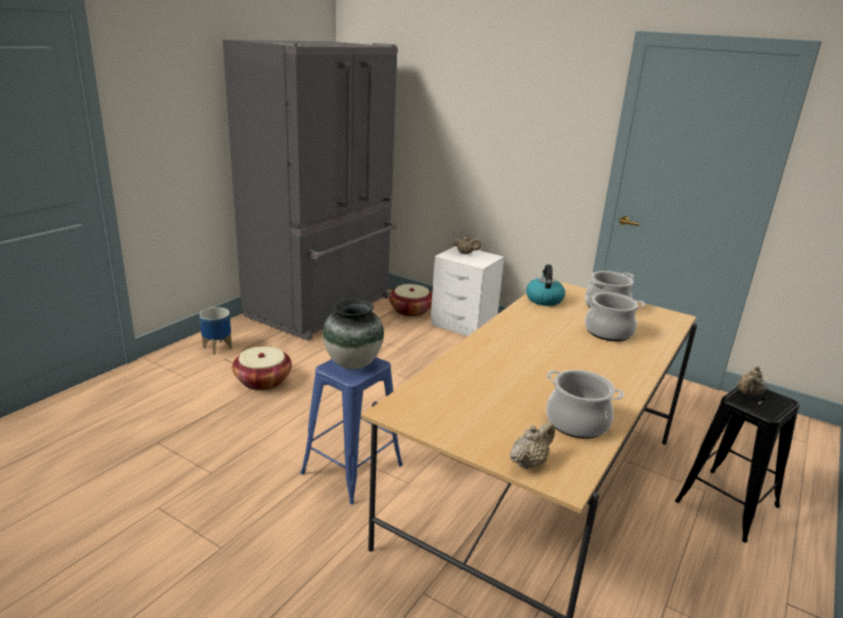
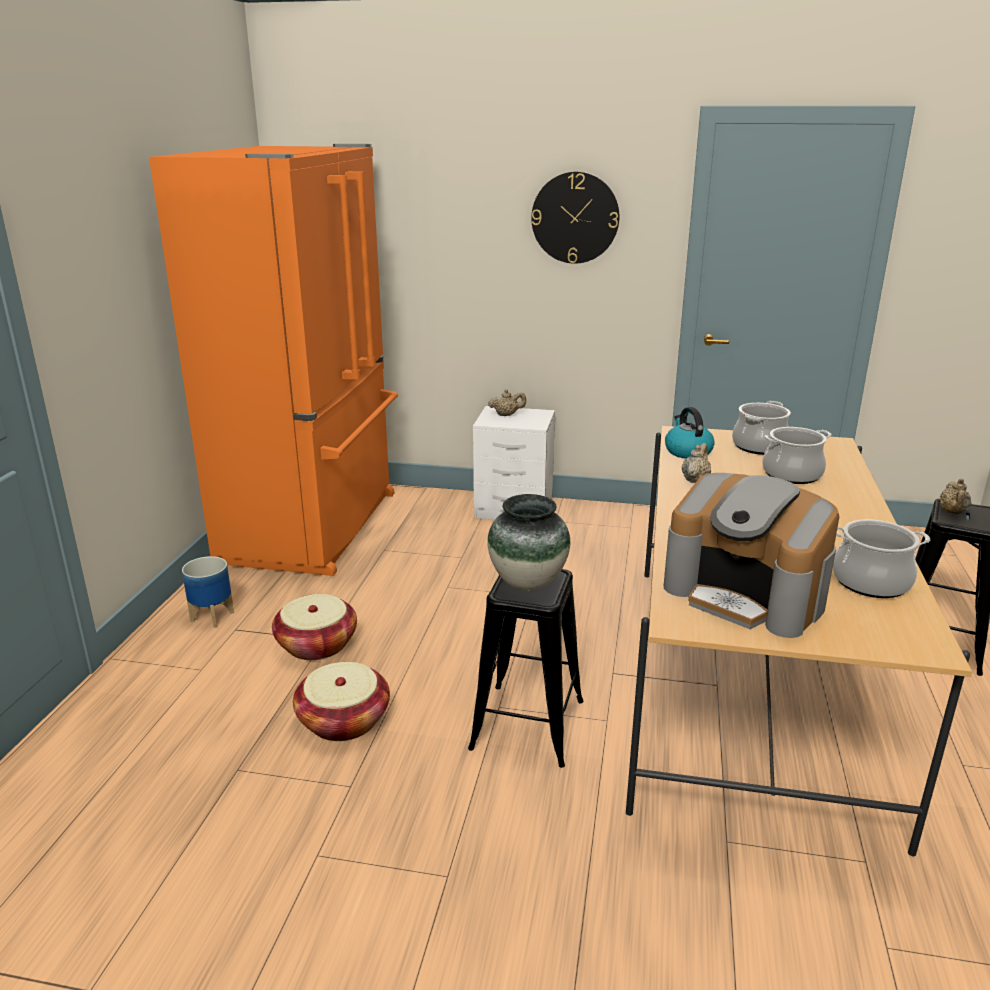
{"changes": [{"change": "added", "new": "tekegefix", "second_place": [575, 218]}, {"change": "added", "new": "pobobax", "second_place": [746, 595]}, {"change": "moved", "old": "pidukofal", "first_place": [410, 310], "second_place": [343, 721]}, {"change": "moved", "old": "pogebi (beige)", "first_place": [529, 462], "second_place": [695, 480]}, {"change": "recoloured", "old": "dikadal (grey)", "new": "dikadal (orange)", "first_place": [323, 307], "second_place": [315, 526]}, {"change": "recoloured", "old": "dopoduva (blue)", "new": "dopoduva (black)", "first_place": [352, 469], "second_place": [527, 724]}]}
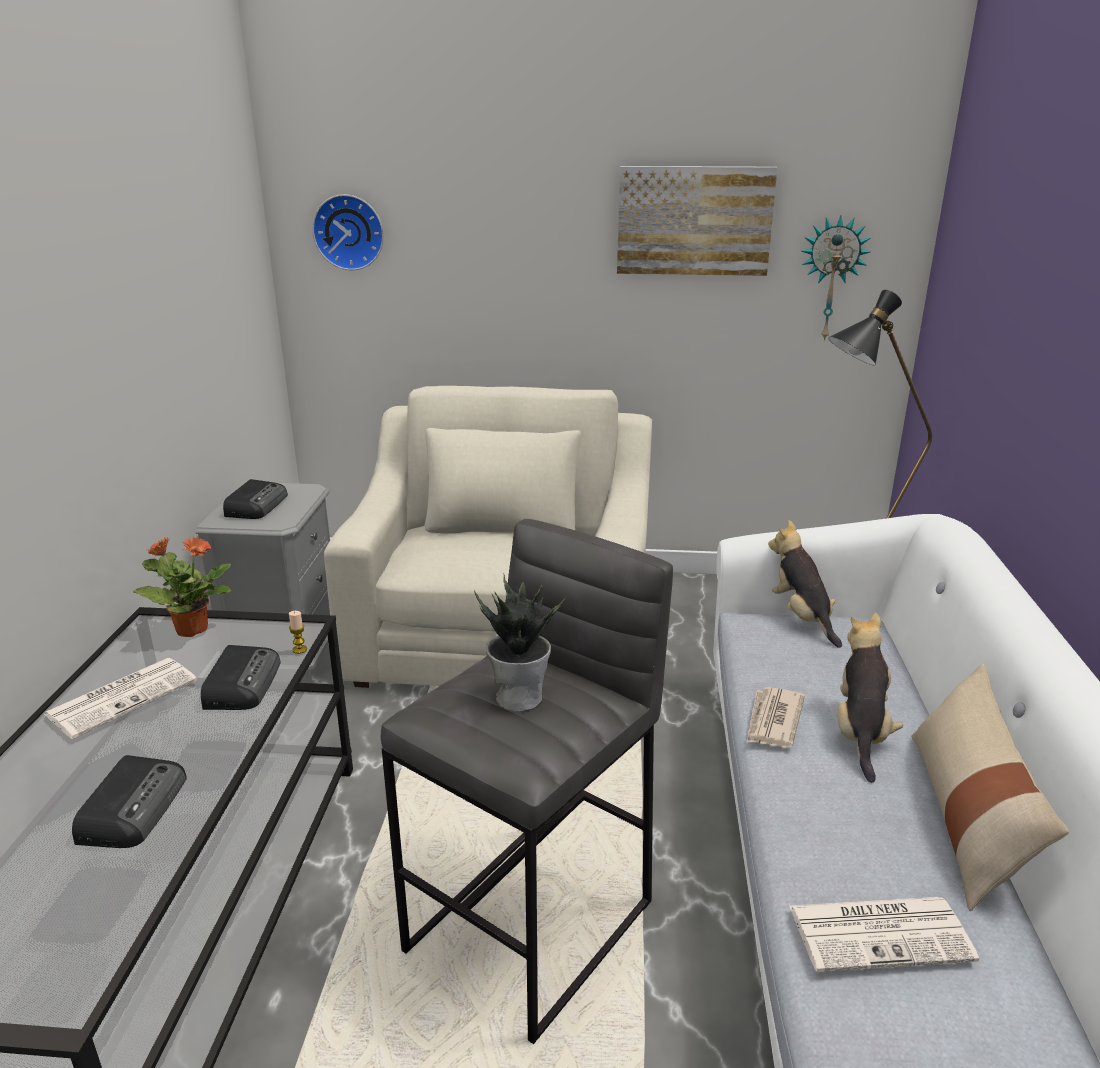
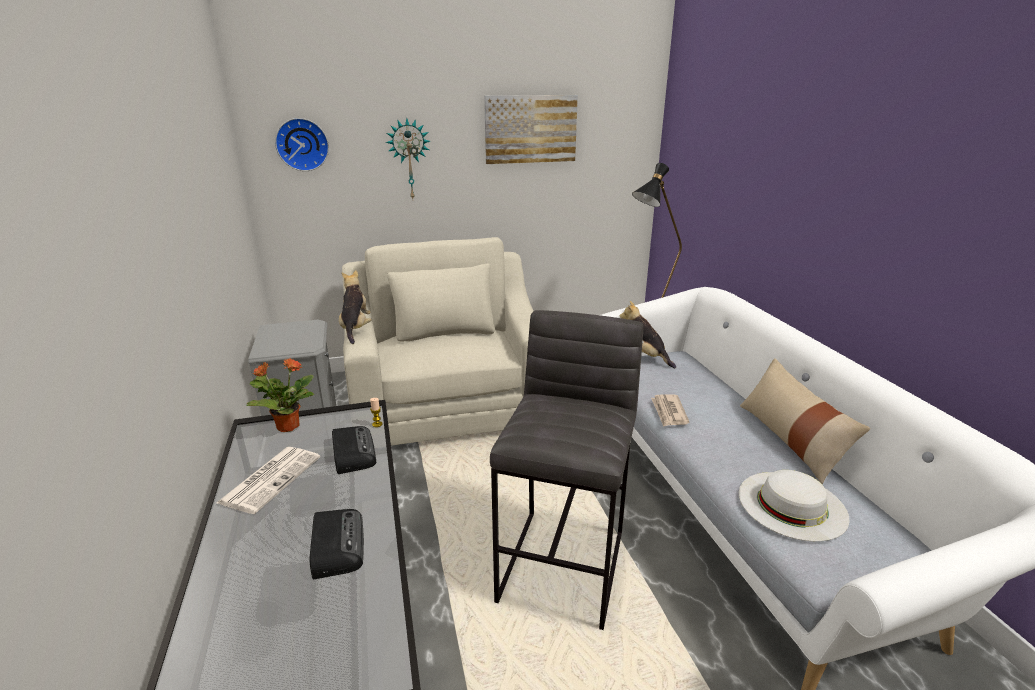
{"changes": [{"change": "removed", "old": "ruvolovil", "first_place": [257, 505]}, {"change": "removed", "old": "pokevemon", "first_place": [519, 696]}, {"change": "moved", "old": "tekegefix", "first_place": [831, 278], "second_place": [409, 159]}, {"change": "moved", "old": "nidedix", "first_place": [860, 732], "second_place": [356, 328]}, {"change": "replaced", "old": "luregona", "new": "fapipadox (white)", "first_place": [881, 932], "second_place": [792, 505]}]}
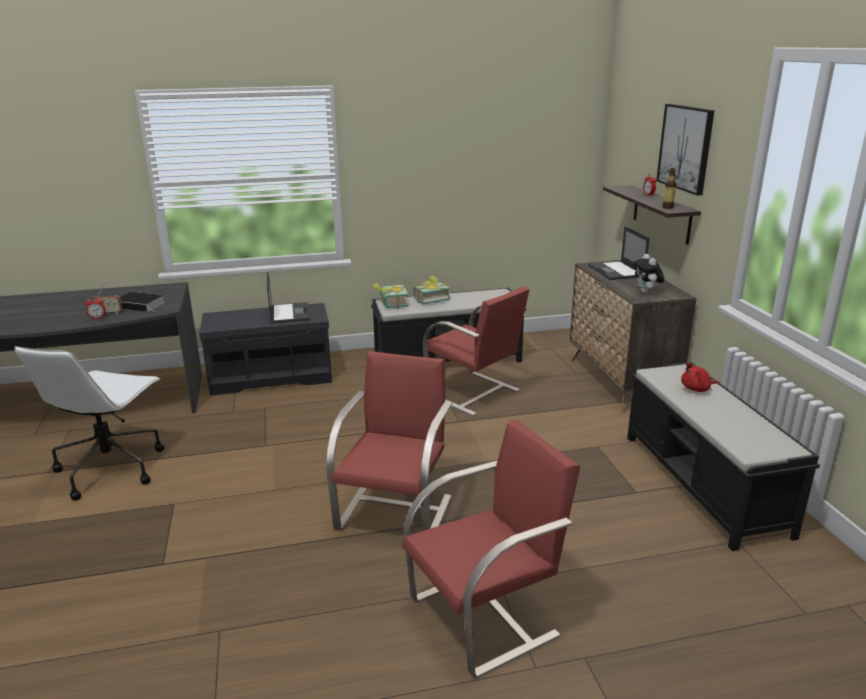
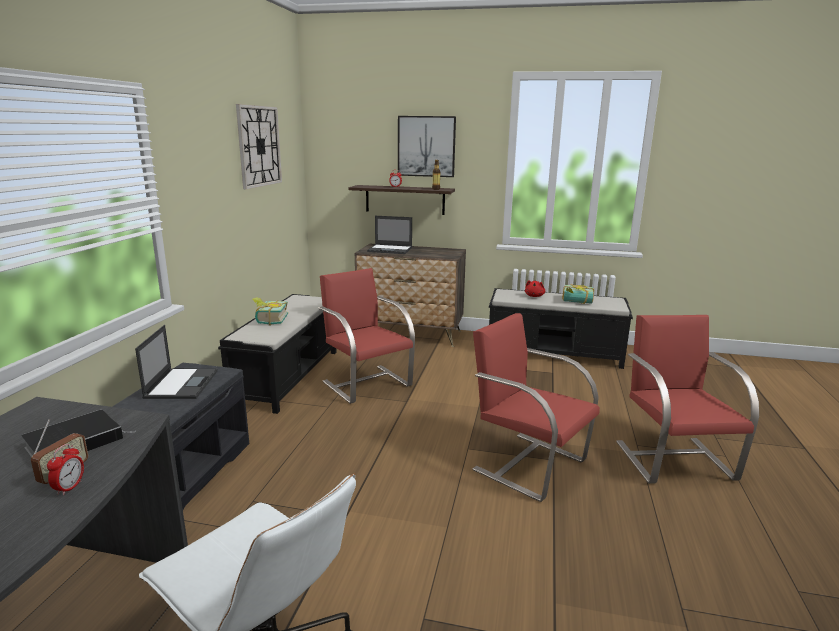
{"changes": [{"change": "removed", "old": "nidedix", "first_place": [646, 292]}, {"change": "added", "new": "tekegefix", "second_place": [259, 146]}, {"change": "moved", "old": "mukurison", "first_place": [390, 304], "second_place": [577, 302]}, {"change": "turned", "old": "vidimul", "first_place": [289, 313], "second_place": [182, 383], "degrees": 75}, {"change": "turned", "old": "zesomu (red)", "first_place": [474, 394], "second_place": [366, 383], "degrees": -105}]}
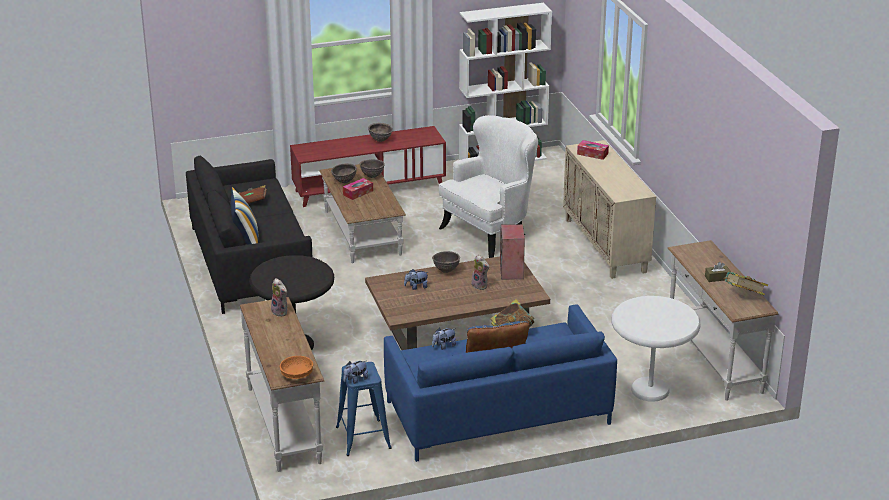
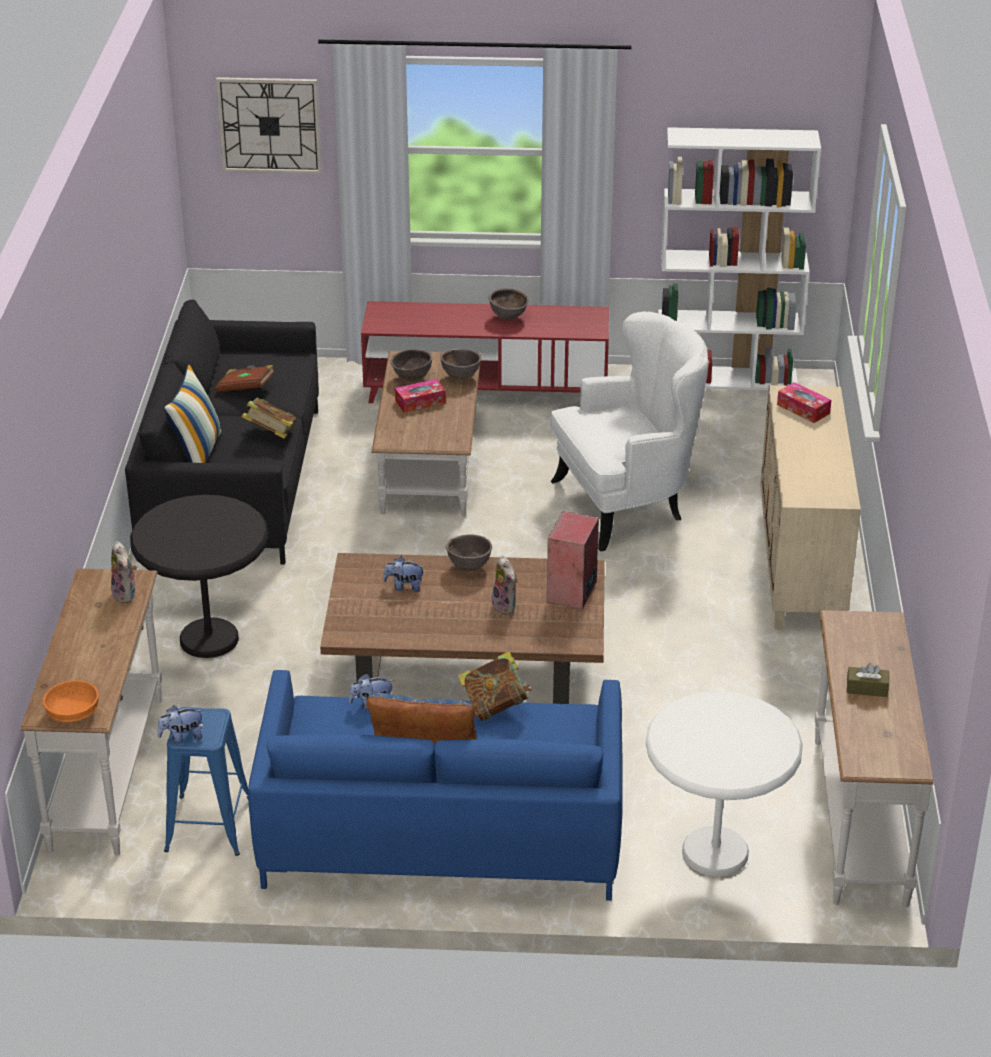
{"changes": [{"change": "added", "new": "tekegefix", "second_place": [269, 125]}, {"change": "moved", "old": "mukurison", "first_place": [743, 296], "second_place": [270, 435]}]}
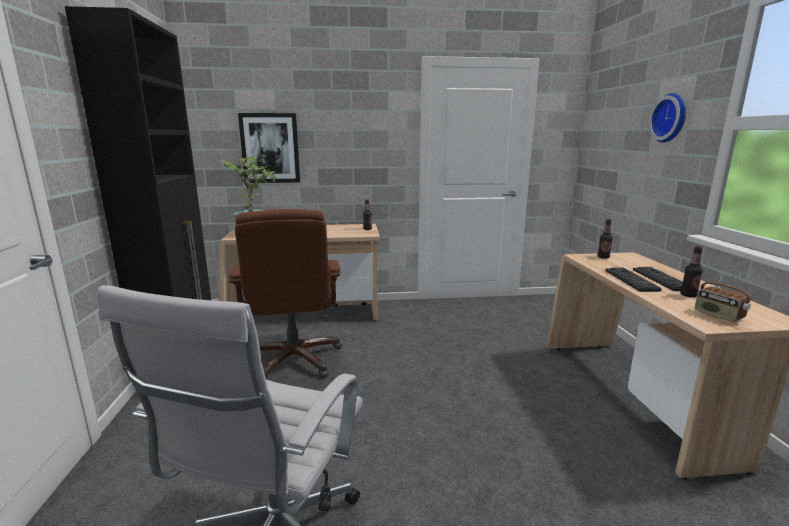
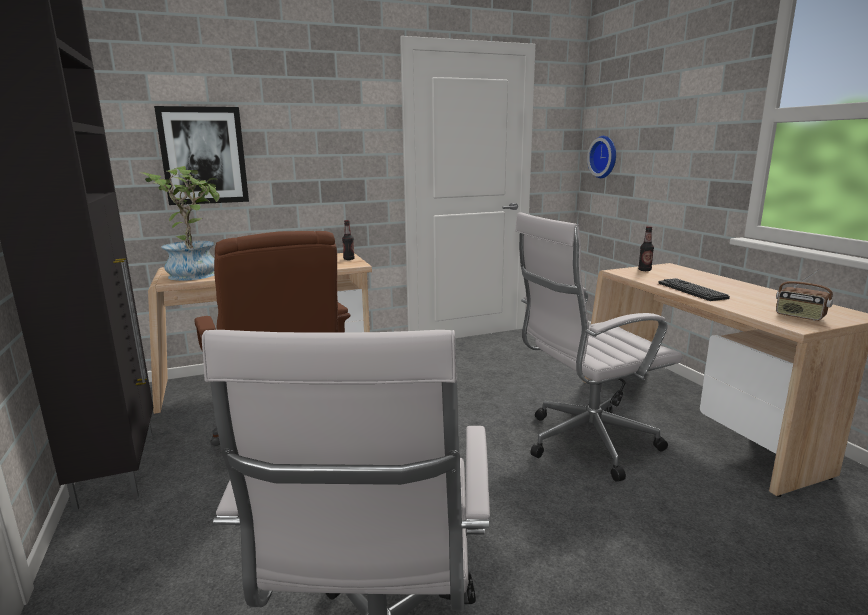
{"changes": [{"change": "removed", "old": "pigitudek", "first_place": [661, 279]}, {"change": "removed", "old": "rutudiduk", "first_place": [688, 295]}, {"change": "added", "new": "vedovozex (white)", "second_place": [584, 443]}, {"change": "moved", "old": "tekegefix", "first_place": [671, 118], "second_place": [605, 157]}]}
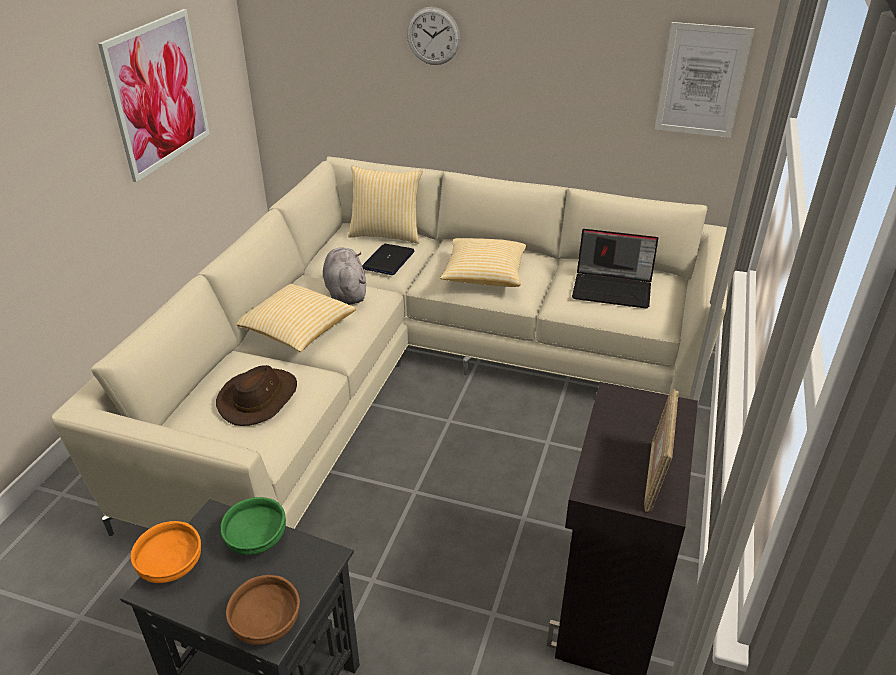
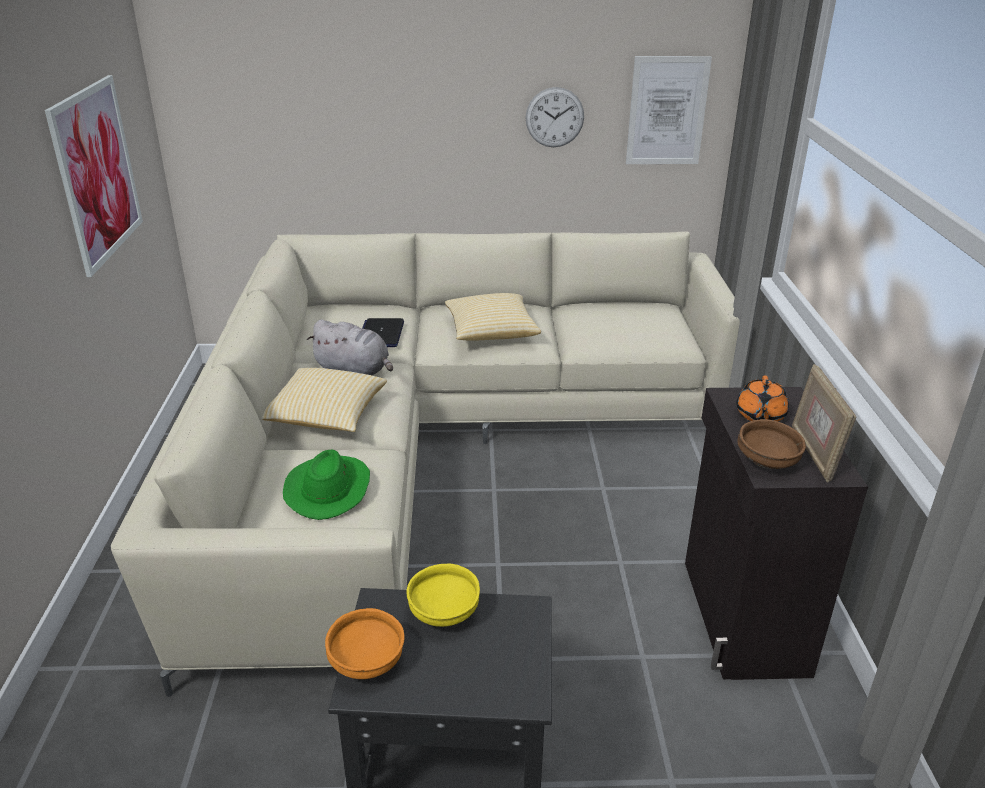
{"changes": [{"change": "removed", "old": "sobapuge", "first_place": [386, 234]}, {"change": "removed", "old": "vidimul", "first_place": [613, 288]}, {"change": "added", "new": "pogebi (orange)", "second_place": [760, 416]}, {"change": "moved", "old": "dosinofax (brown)", "first_place": [266, 625], "second_place": [767, 462]}, {"change": "moved", "old": "tekegefix", "first_place": [433, 36], "second_place": [554, 117]}, {"change": "recoloured", "old": "fapipadox (brown)", "new": "fapipadox (green)", "first_place": [259, 398], "second_place": [328, 489]}, {"change": "recoloured", "old": "dosinofax (green)", "new": "dosinofax (yellow)", "first_place": [256, 541], "second_place": [443, 614]}, {"change": "turned", "old": "nidedix (grey)", "first_place": [345, 292], "second_place": [354, 371], "degrees": 150}]}
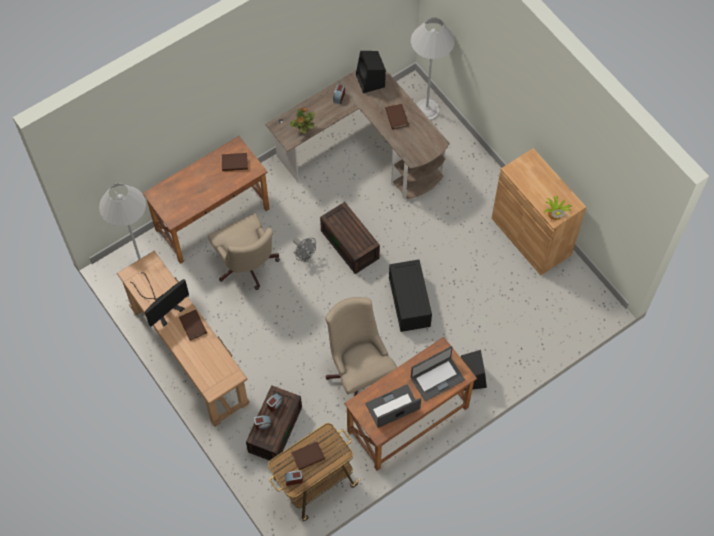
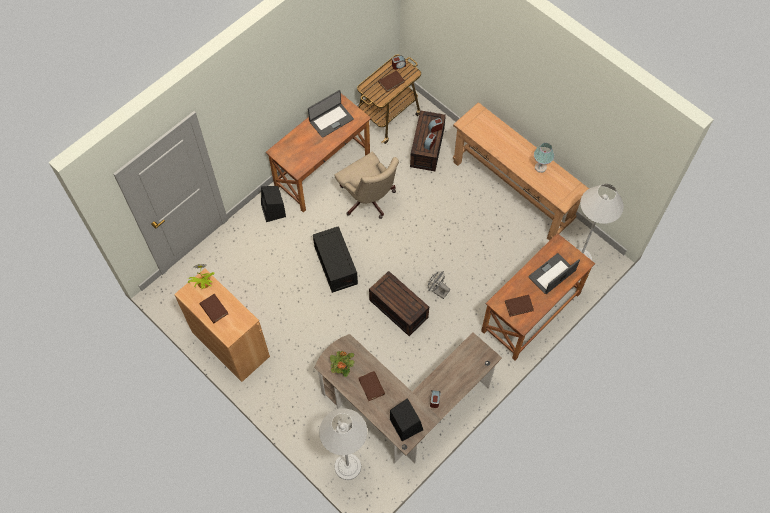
{"changes": [{"change": "removed", "old": "vedovozex (beige)", "first_place": [247, 266]}, {"change": "moved", "old": "mukurison (brown)", "first_place": [193, 325], "second_place": [214, 309]}, {"change": "moved", "old": "pokevemon", "first_place": [303, 130], "second_place": [342, 368]}, {"change": "moved", "old": "vidimul", "first_place": [437, 378], "second_place": [552, 274]}, {"change": "replaced", "old": "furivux", "new": "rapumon", "first_place": [162, 306], "second_place": [540, 168]}]}
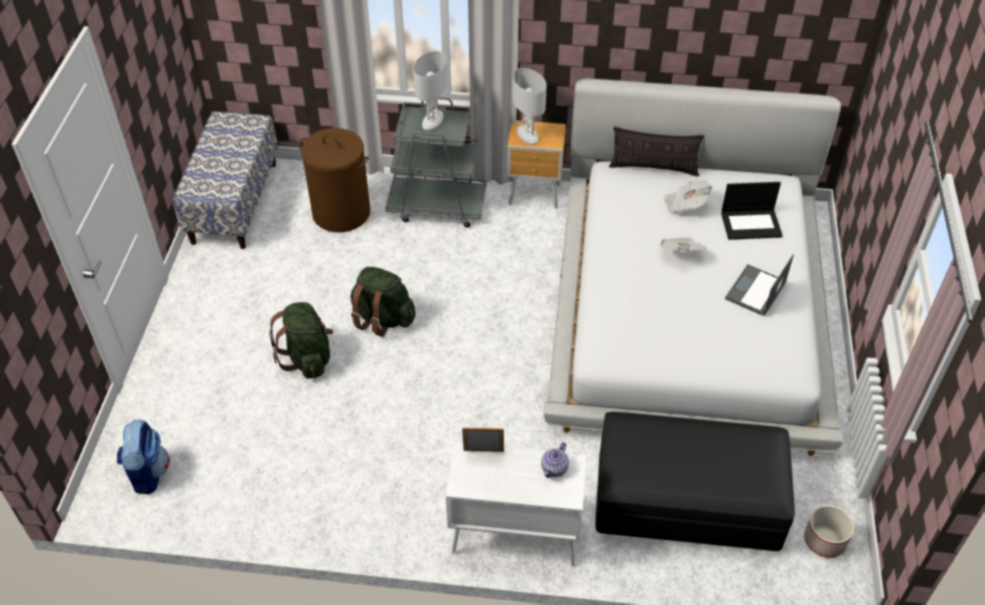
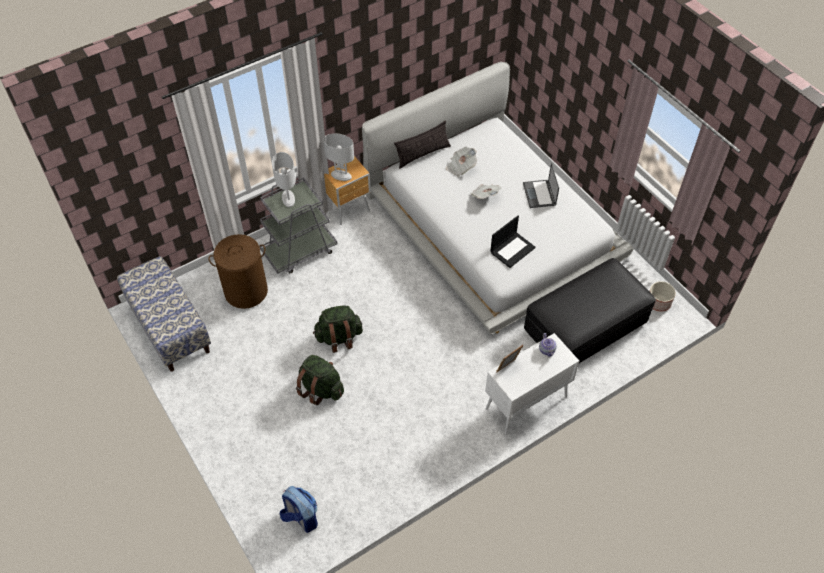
{"changes": [{"change": "moved", "old": "vidimul", "first_place": [751, 224], "second_place": [512, 249]}]}
